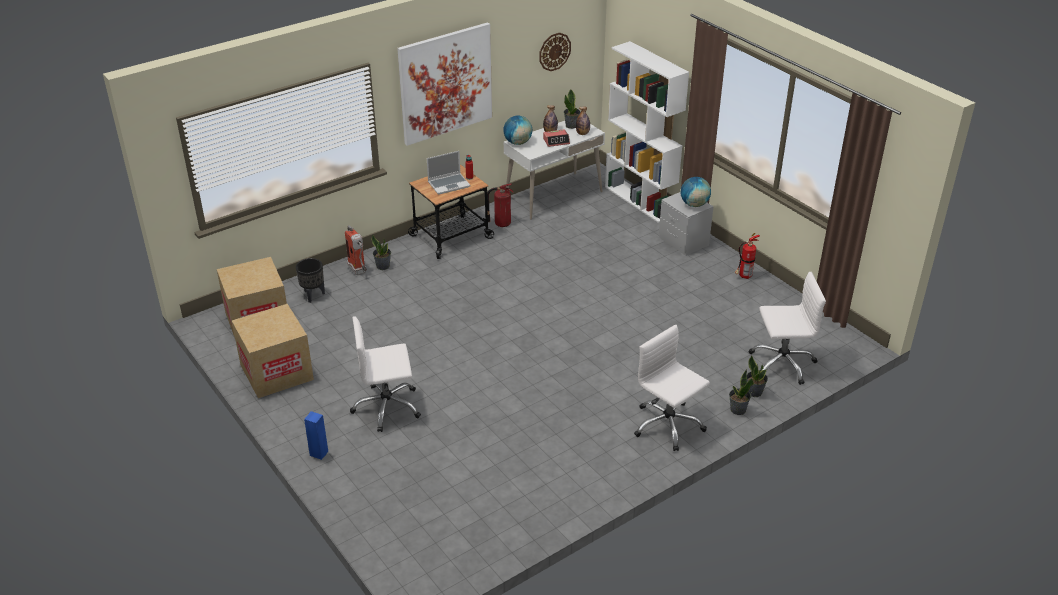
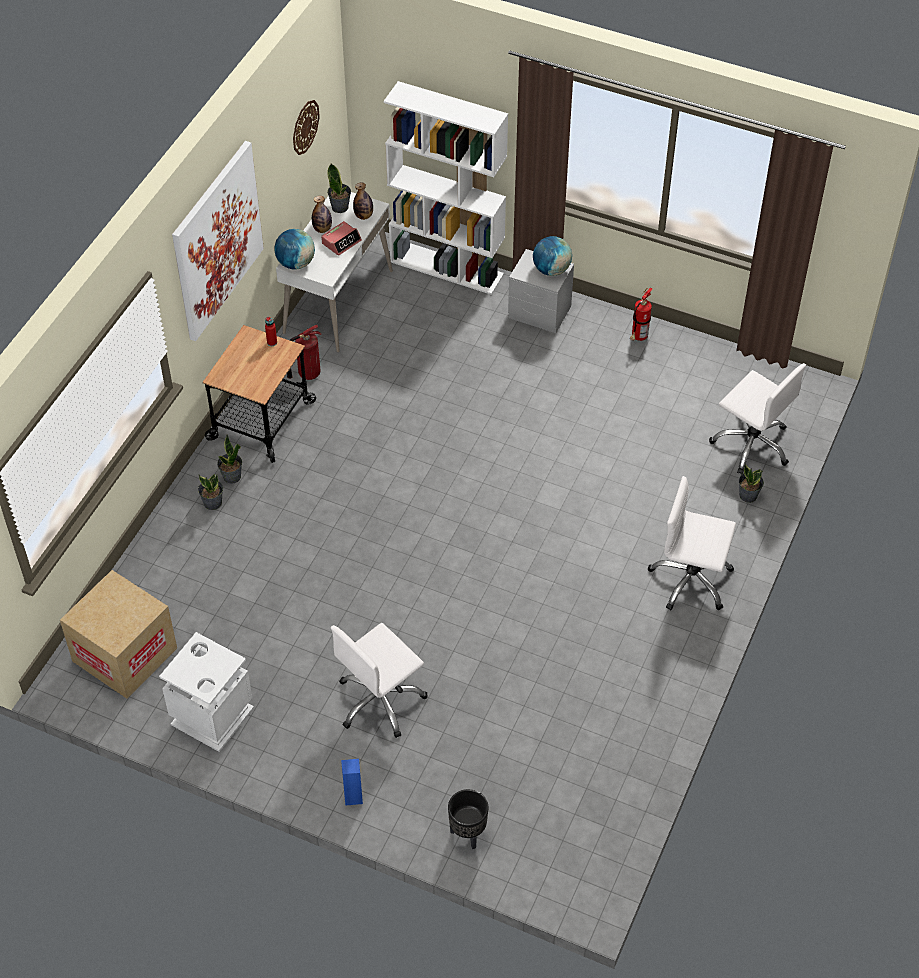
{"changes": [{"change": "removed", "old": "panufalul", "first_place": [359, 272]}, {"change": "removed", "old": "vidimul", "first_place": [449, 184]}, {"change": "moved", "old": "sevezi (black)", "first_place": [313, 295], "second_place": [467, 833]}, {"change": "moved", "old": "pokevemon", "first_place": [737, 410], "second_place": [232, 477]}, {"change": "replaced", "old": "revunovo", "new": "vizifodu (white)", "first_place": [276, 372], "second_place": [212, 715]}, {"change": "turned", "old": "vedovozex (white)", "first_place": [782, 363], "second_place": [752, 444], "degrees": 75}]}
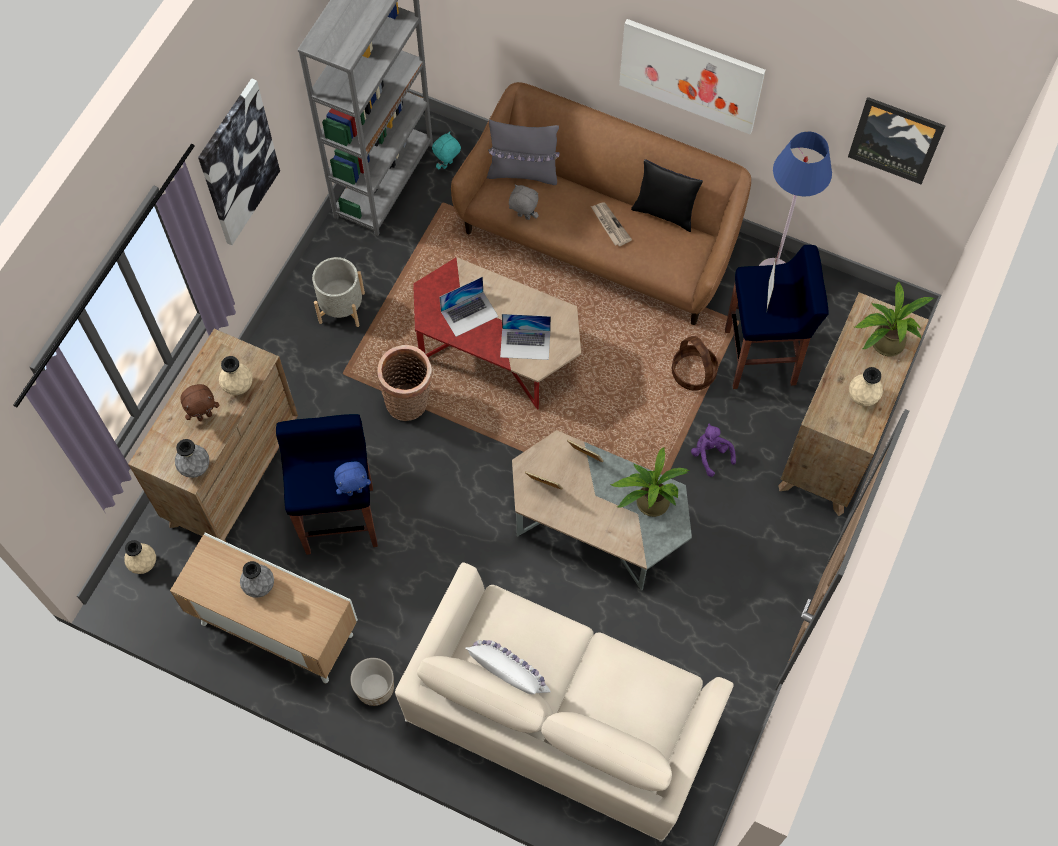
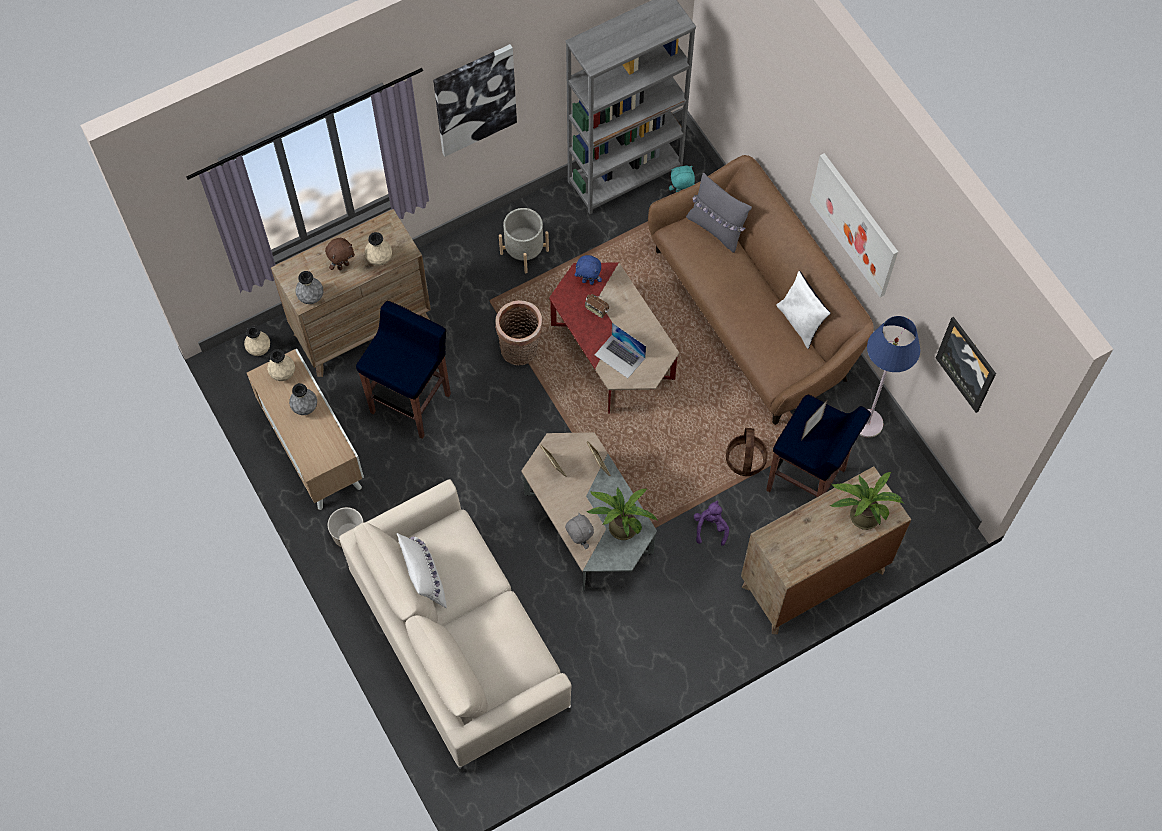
{"changes": [{"change": "removed", "old": "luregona", "first_place": [610, 225]}, {"change": "moved", "old": "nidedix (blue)", "first_place": [354, 491], "second_place": [588, 281]}, {"change": "moved", "old": "nidedix (grey)", "first_place": [523, 217], "second_place": [579, 540]}, {"change": "moved", "old": "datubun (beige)", "first_place": [862, 397], "second_place": [283, 374]}, {"change": "replaced", "old": "vidimul", "new": "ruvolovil", "first_place": [469, 314], "second_place": [596, 310]}, {"change": "recoloured", "old": "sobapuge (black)", "new": "sobapuge (white)", "first_place": [665, 212], "second_place": [800, 322]}, {"change": "turned", "old": "nidedix (brown)", "first_place": [204, 415], "second_place": [343, 265], "degrees": -45}]}
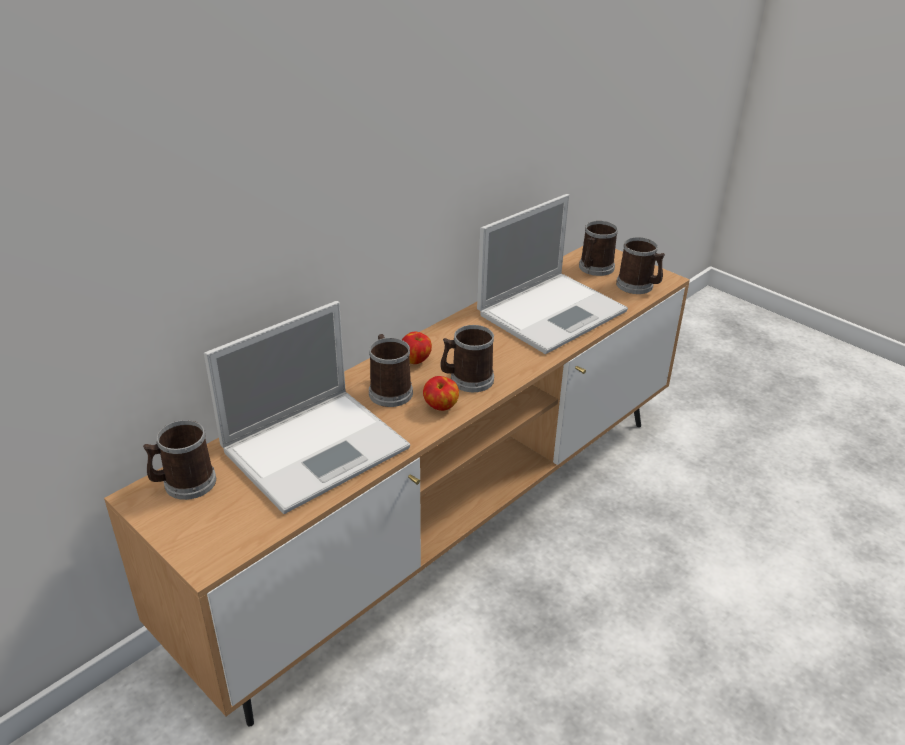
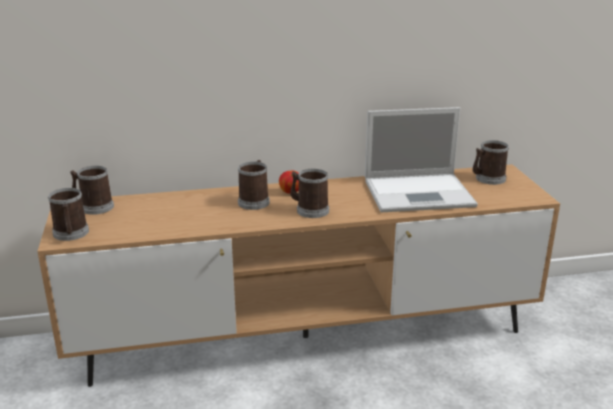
{"changes": [{"change": "removed", "old": "vidimul", "first_place": [318, 447]}, {"change": "removed", "old": "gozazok", "first_place": [440, 407]}, {"change": "moved", "old": "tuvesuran", "first_place": [638, 286], "second_place": [71, 234]}]}
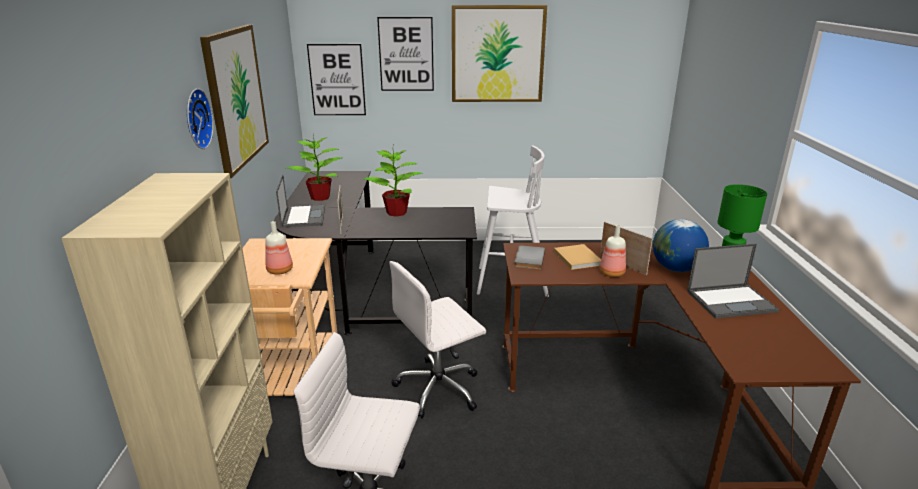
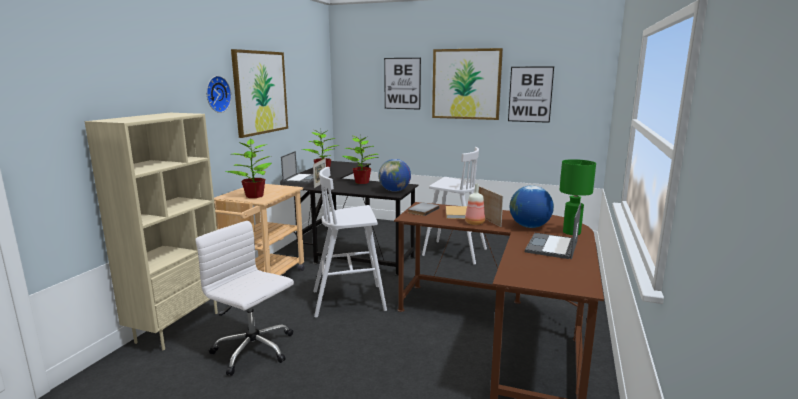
{"changes": [{"change": "added", "new": "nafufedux", "second_place": [394, 191]}, {"change": "moved", "old": "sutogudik", "first_place": [337, 80], "second_place": [530, 94]}, {"change": "replaced", "old": "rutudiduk", "new": "pokevemon", "first_place": [279, 270], "second_place": [254, 196]}, {"change": "replaced", "old": "vedovozex (white)", "new": "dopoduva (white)", "first_place": [439, 388], "second_place": [350, 300]}, {"change": "turned", "old": "vidimul", "first_place": [731, 301], "second_place": [552, 246], "degrees": 105}]}
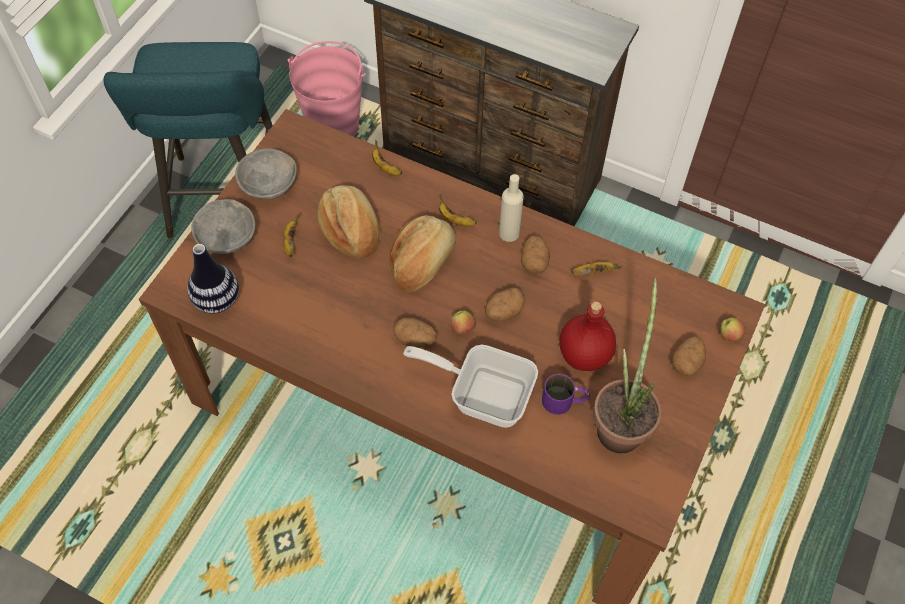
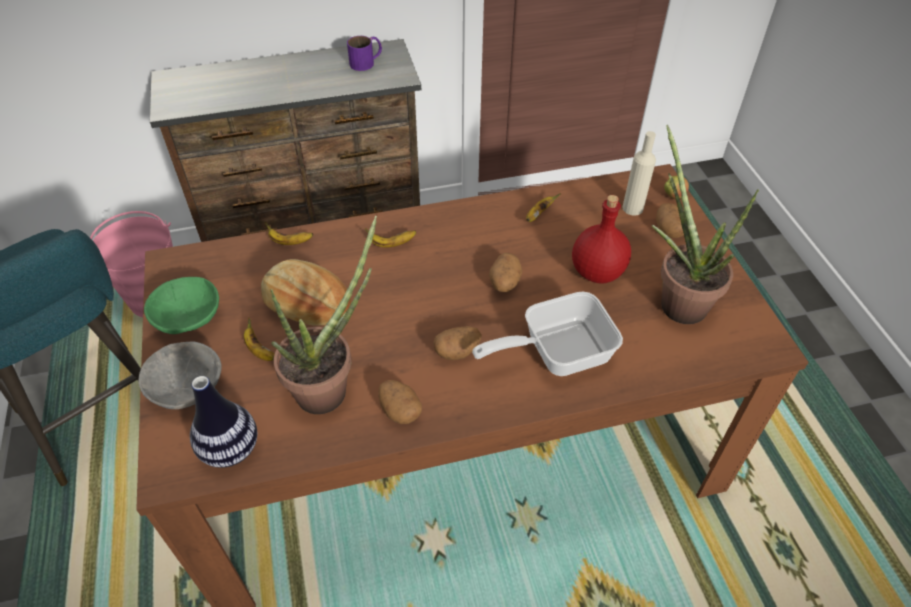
{"changes": [{"change": "removed", "old": "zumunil", "first_place": [422, 262]}, {"change": "removed", "old": "gozazok", "first_place": [462, 329]}, {"change": "added", "new": "pokevemon", "second_place": [331, 387]}, {"change": "moved", "old": "rutudiduk (beige)", "first_place": [509, 233], "second_place": [632, 208]}, {"change": "moved", "old": "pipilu", "first_place": [534, 262], "second_place": [400, 410]}, {"change": "moved", "old": "tuvesuran (purple)", "first_place": [564, 401], "second_place": [367, 62]}, {"change": "recoloured", "old": "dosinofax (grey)", "new": "dosinofax (green)", "first_place": [268, 186], "second_place": [189, 320]}]}
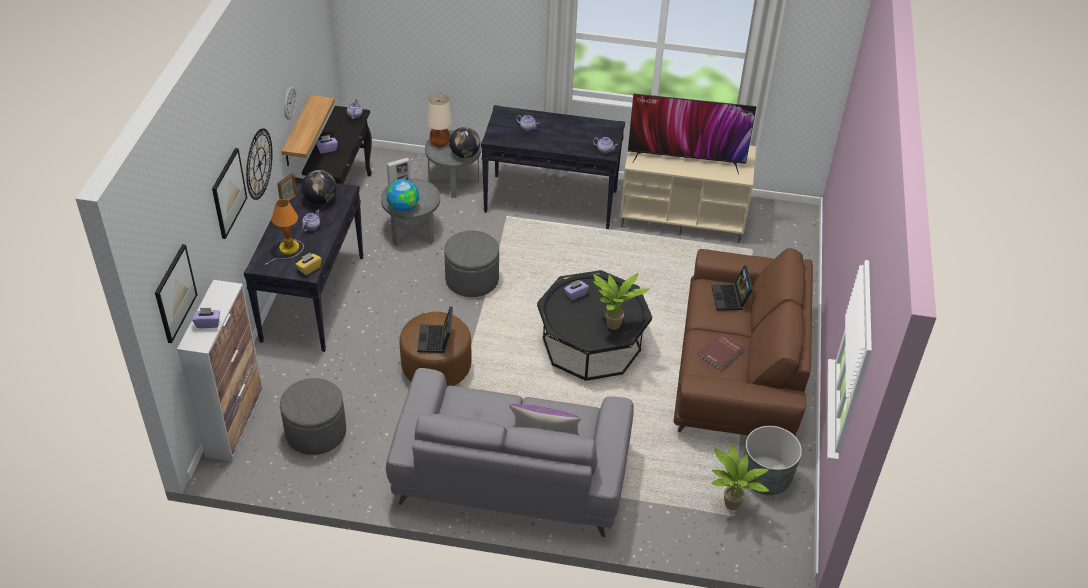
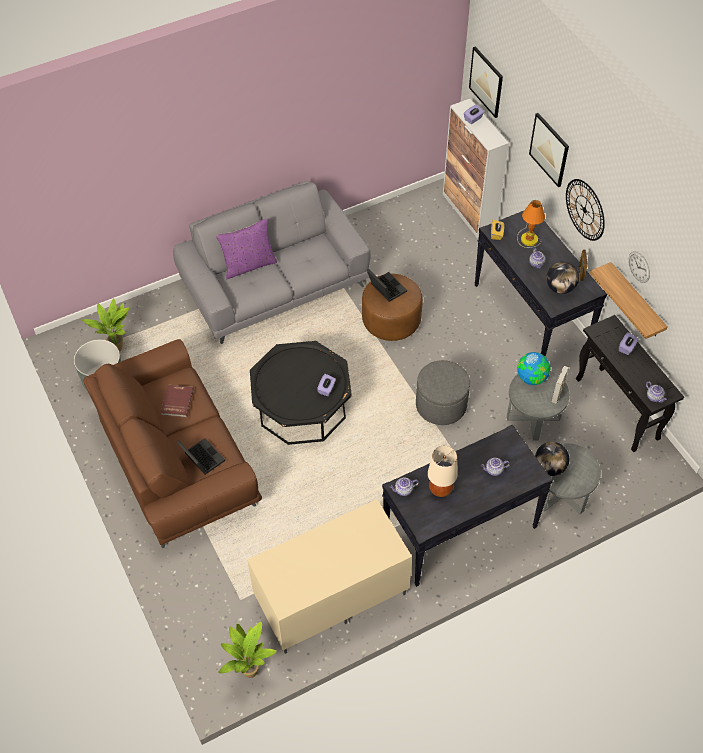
{"changes": [{"change": "removed", "old": "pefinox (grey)", "first_place": [316, 432]}, {"change": "removed", "old": "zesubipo", "first_place": [686, 159]}, {"change": "moved", "old": "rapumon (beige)", "first_place": [440, 143], "second_place": [440, 489]}, {"change": "moved", "old": "pokevemon", "first_place": [613, 327], "second_place": [249, 670]}]}
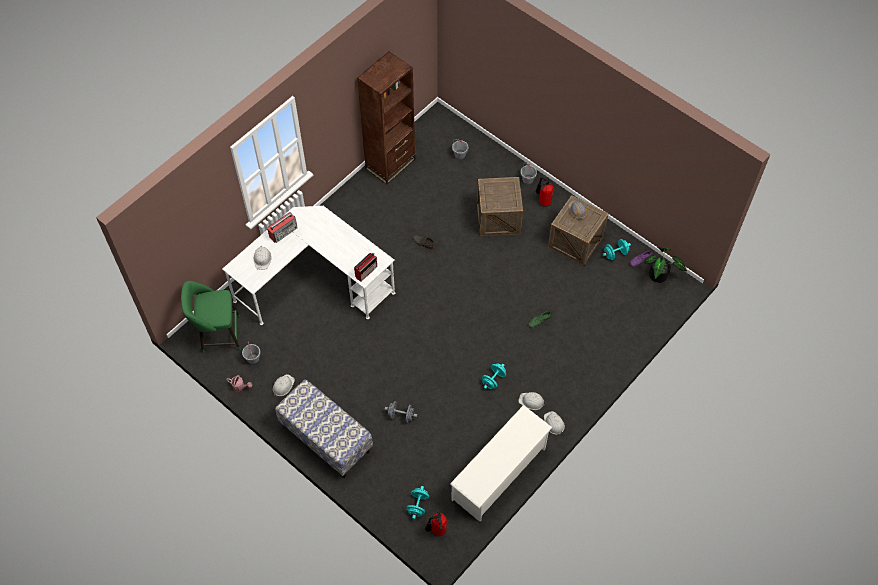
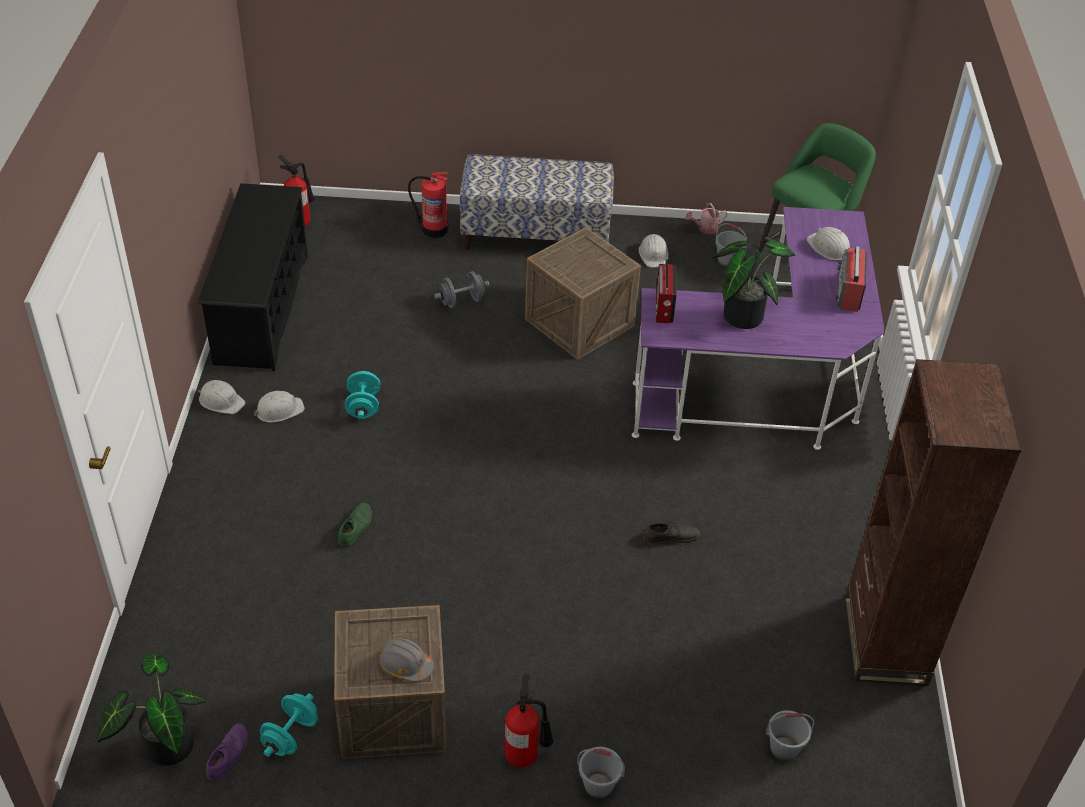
{"changes": [{"change": "removed", "old": "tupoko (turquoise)", "first_place": [418, 505]}, {"change": "added", "new": "panufalul", "second_place": [433, 229]}, {"change": "added", "new": "pokevemon", "second_place": [742, 313]}, {"change": "moved", "old": "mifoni", "first_place": [498, 218], "second_place": [579, 322]}, {"change": "recoloured", "old": "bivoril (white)", "new": "bivoril (purple)", "first_place": [314, 281], "second_place": [768, 385]}, {"change": "recoloured", "old": "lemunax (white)", "new": "lemunax (black)", "first_place": [499, 474], "second_place": [261, 308]}]}
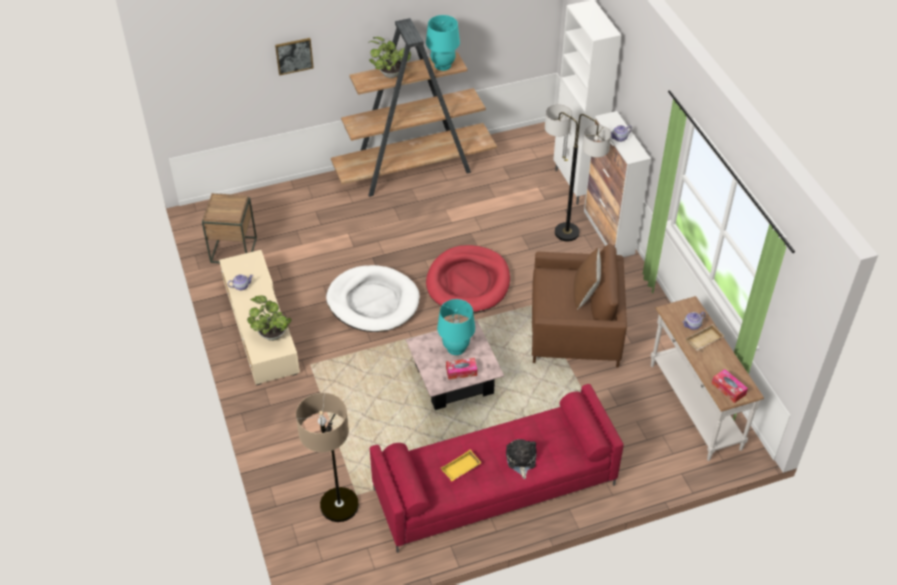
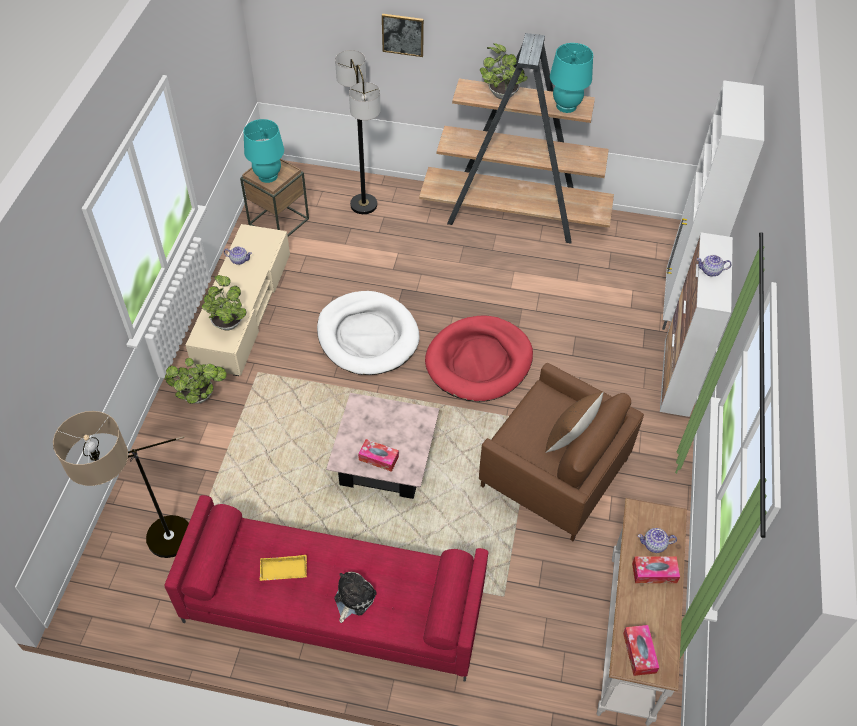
{"changes": [{"change": "added", "new": "pokevemon", "second_place": [201, 396]}, {"change": "moved", "old": "rapumon (turquoise)", "first_place": [456, 348], "second_place": [268, 176]}, {"change": "moved", "old": "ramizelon", "first_place": [566, 232], "second_place": [363, 204]}, {"change": "replaced", "old": "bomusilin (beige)", "new": "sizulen", "first_place": [704, 341], "second_place": [654, 573]}]}
